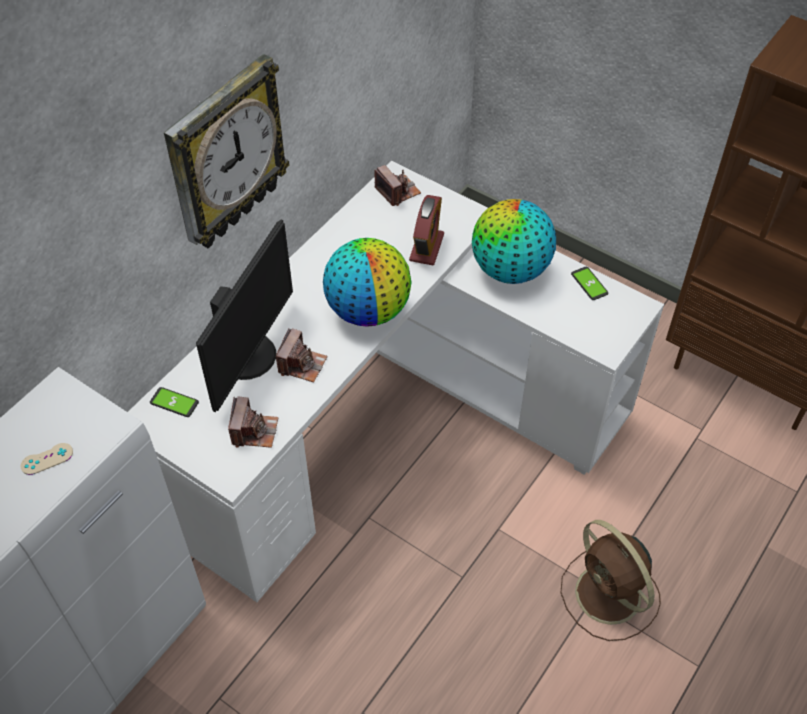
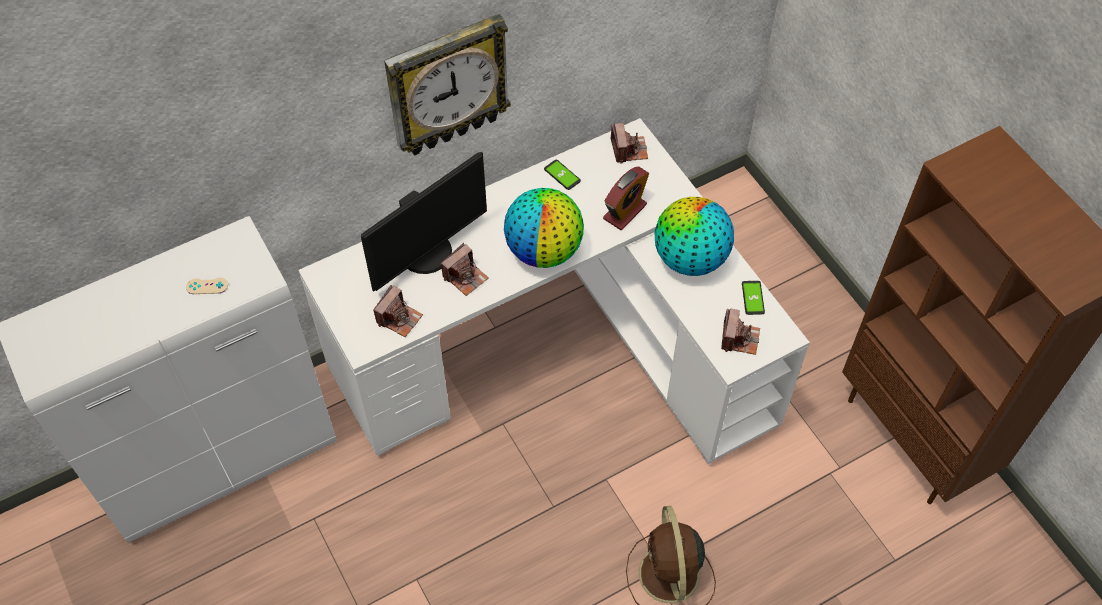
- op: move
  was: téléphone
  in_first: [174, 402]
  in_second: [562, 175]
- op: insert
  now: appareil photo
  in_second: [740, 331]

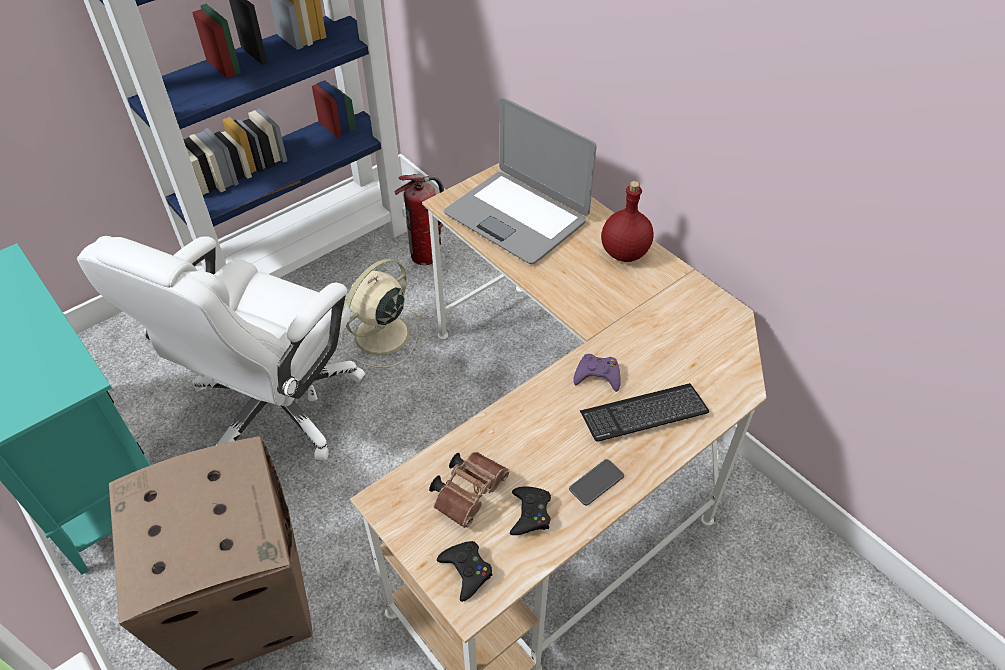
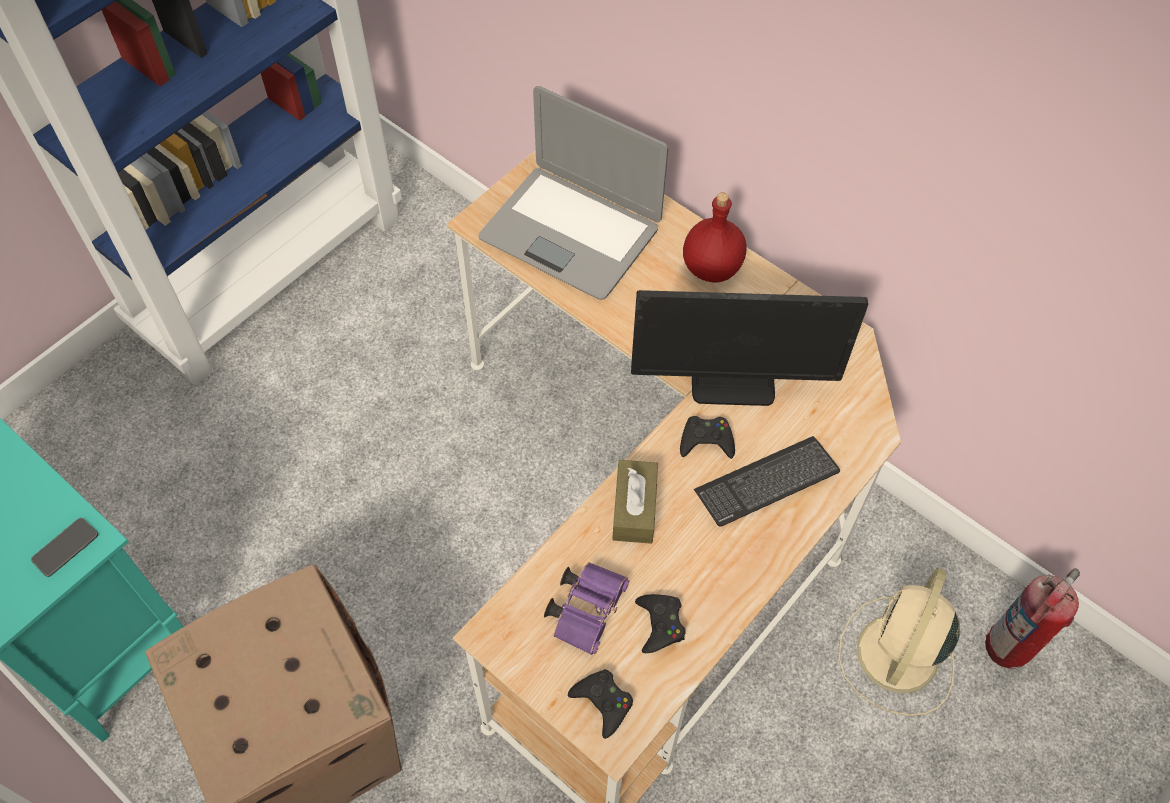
- op: delete
  was: chaise de bureau [blanc]
  in_first: [221, 348]
- op: move
  was: ventilateur [beige]
  in_first: [380, 313]
  in_second: [899, 642]
- op: move
  was: extincteur
  in_first: [419, 219]
  in_second: [1032, 618]
- op: recolor
  was: jumelles [marron]
  now: jumelles [violet]
  in_first: [469, 490]
  in_second: [586, 608]
- op: move
  was: téléphone
  in_first: [596, 482]
  in_second: [64, 547]
- op: recolor
  was: manette [violet]
  now: manette [noir]
  in_first: [597, 373]
  in_second: [707, 437]
- op: insert
  now: boîte à mouchoirs [marron]
  in_second: [635, 502]
- op: insert
  now: écran d'ordinateur
  in_second: [749, 348]

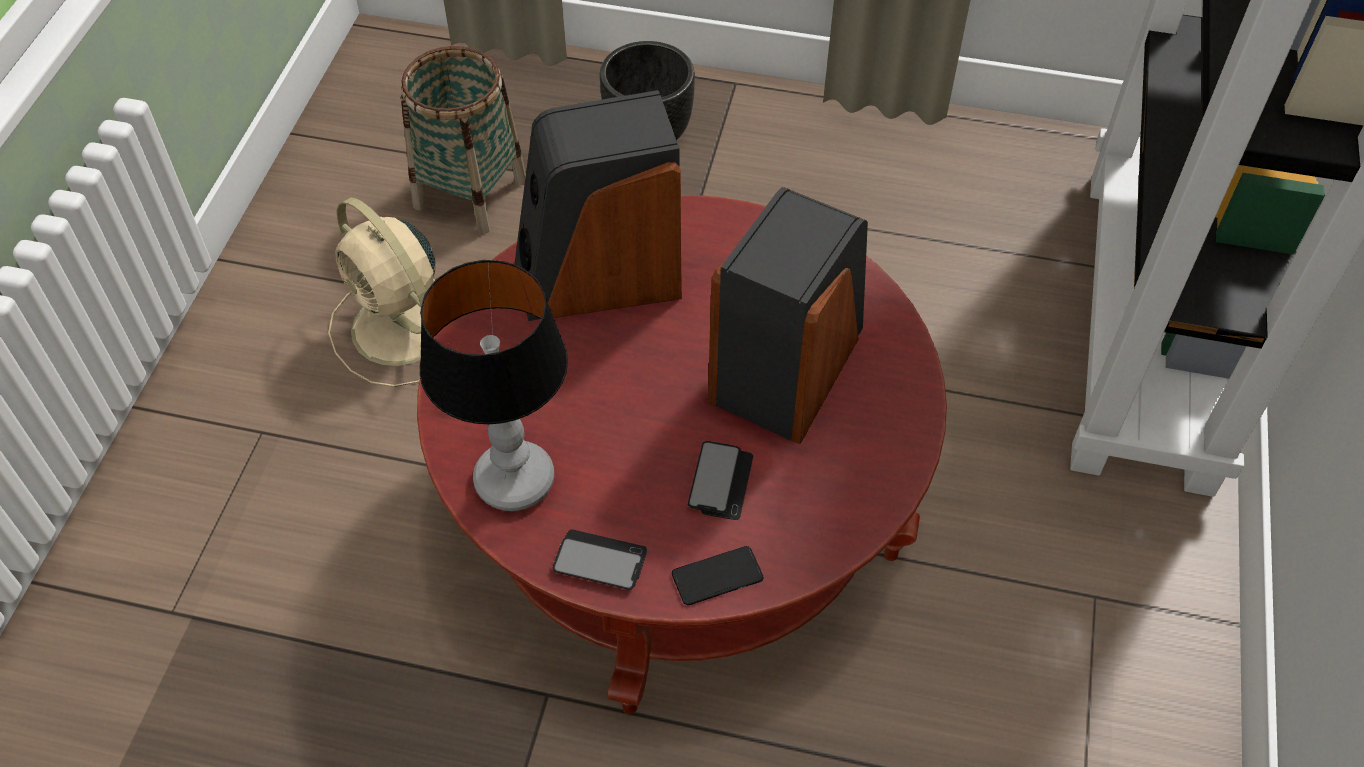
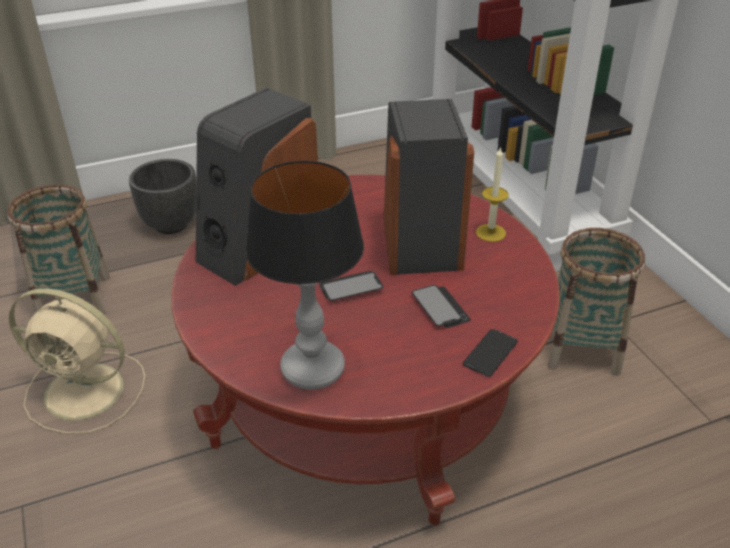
- op: move
  was: téléphone
  in_first: [600, 559]
  in_second: [351, 286]
- op: insert
  now: bougie
  in_second: [492, 194]
- op: insert
  now: panier
  in_second: [596, 302]

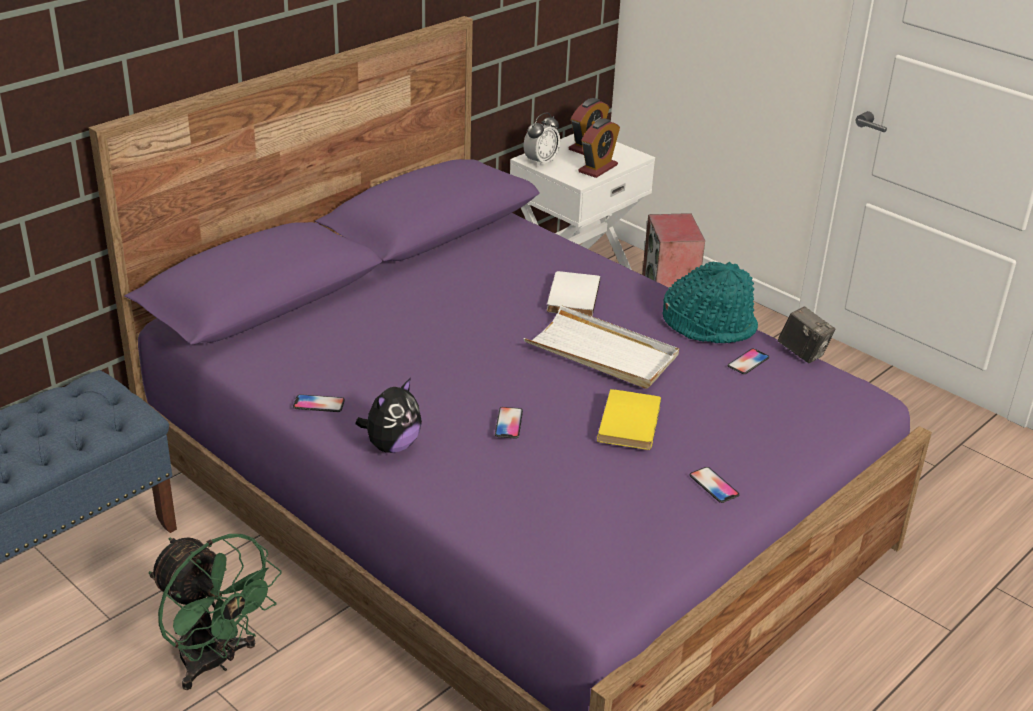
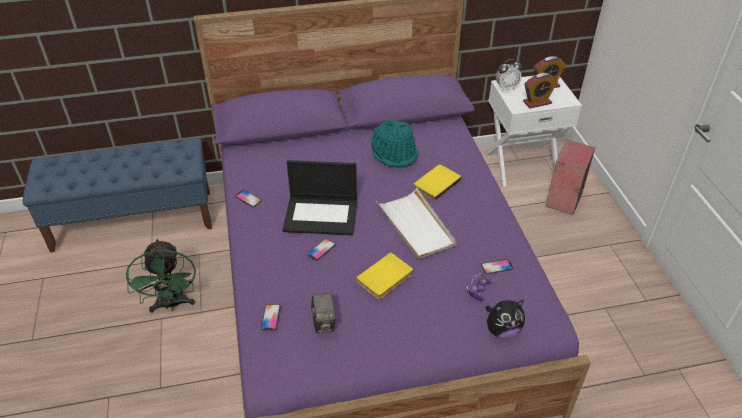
- op: move
  was: peluche
  in_first: [388, 415]
  in_second: [505, 319]
- op: recolor
  was: livre [blanc]
  now: livre [jaune]
  in_first: [573, 294]
  in_second: [437, 183]
- op: move
  was: chapeau [turquoise]
  in_first: [710, 302]
  in_second: [395, 143]
- op: move
  was: téléphone
  in_first: [714, 485]
  in_second: [271, 317]
- op: move
  was: appareil photo
  in_first: [806, 335]
  in_second: [323, 313]
- op: insert
  now: ordinateur portable
  in_second: [320, 197]
- op: insert
  now: manette
  in_second: [479, 287]

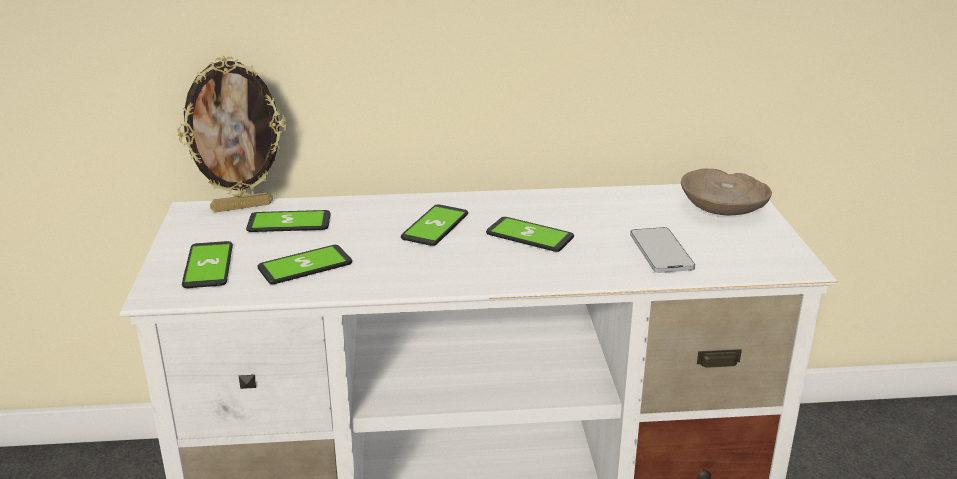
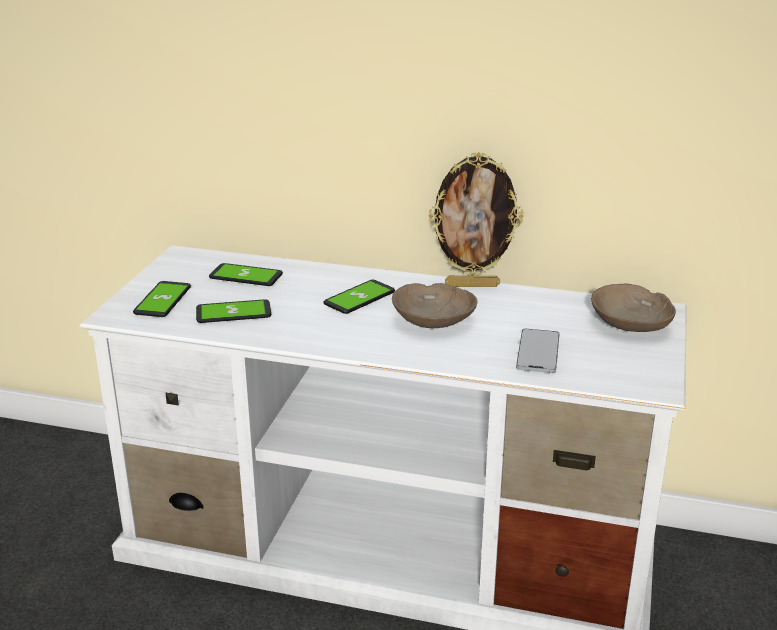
- op: move
  was: cadre photo
  in_first: [232, 134]
  in_second: [476, 219]
- op: replace
  was: téléphone
  now: bol [beige]
  in_first: [530, 234]
  in_second: [434, 305]

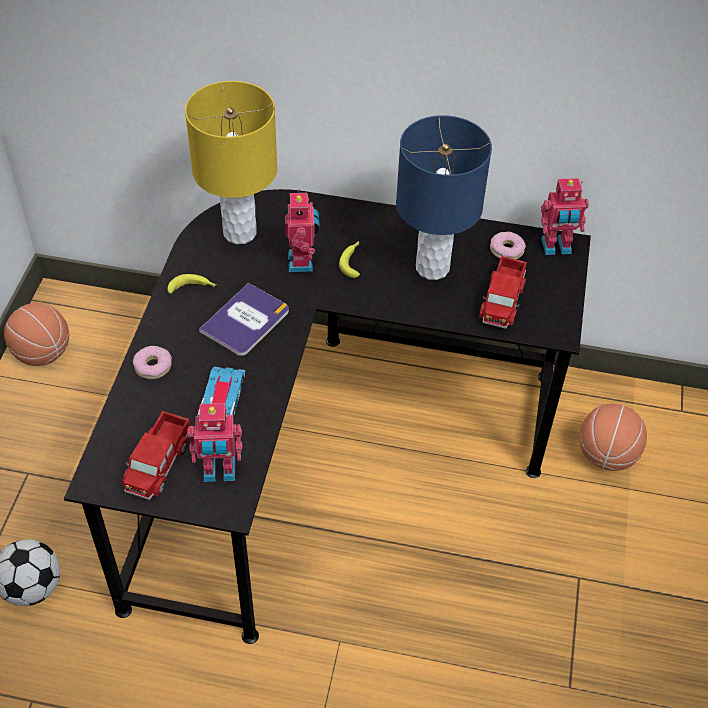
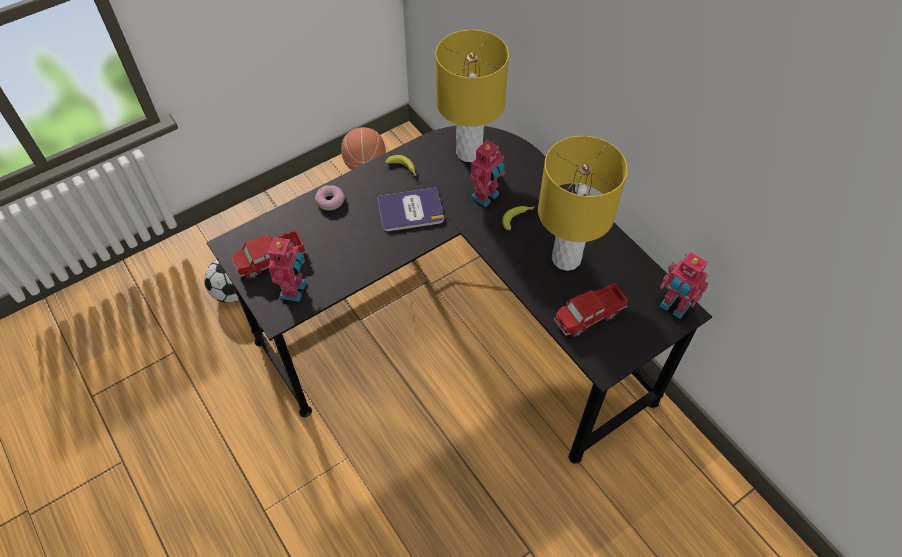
- op: rotate
  was: robot jouet
  in_first: [215, 442]
  in_second: [287, 268]
  clockwise: -120
- op: delete
  was: petite voiture
  in_first: [221, 392]
- op: recolor
  was: lampe de table [bleu]
  now: lampe de table [jaune]
  in_first: [444, 197]
  in_second: [583, 203]
- op: delete
  was: beignet
  in_first: [508, 246]
- op: delete
  was: ballon de basket
  in_first: [613, 437]

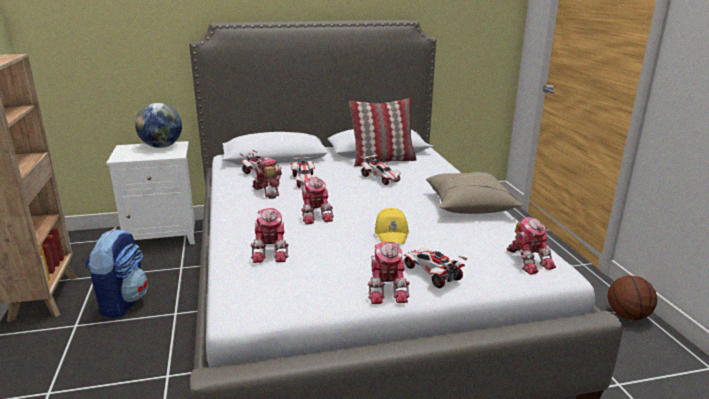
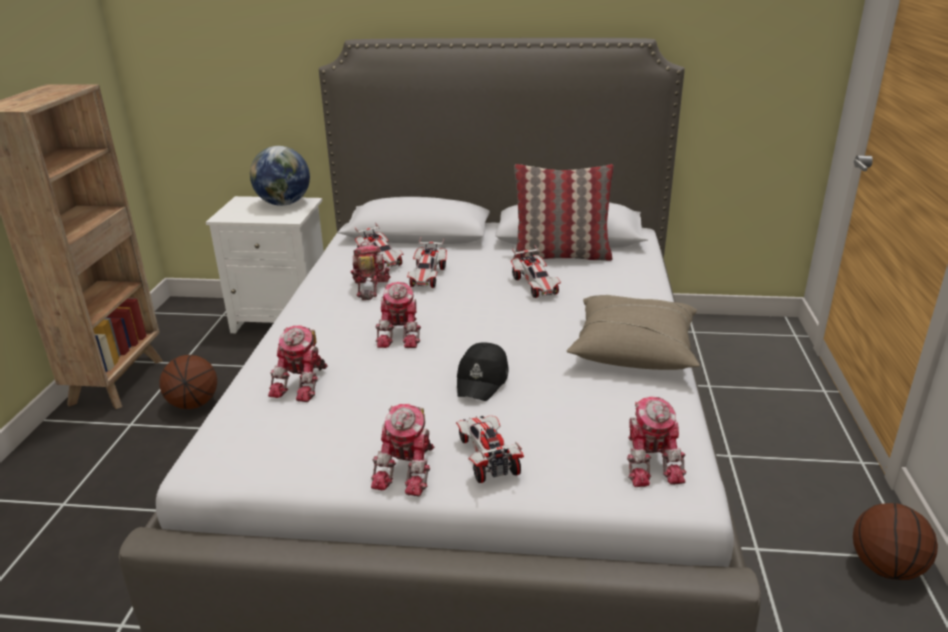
- op: replace
  was: sac à dos
  now: ballon de basket
  in_first: [117, 273]
  in_second: [188, 382]
- op: recolor
  was: casquette [jaune]
  now: casquette [noir]
  in_first: [392, 226]
  in_second: [483, 372]

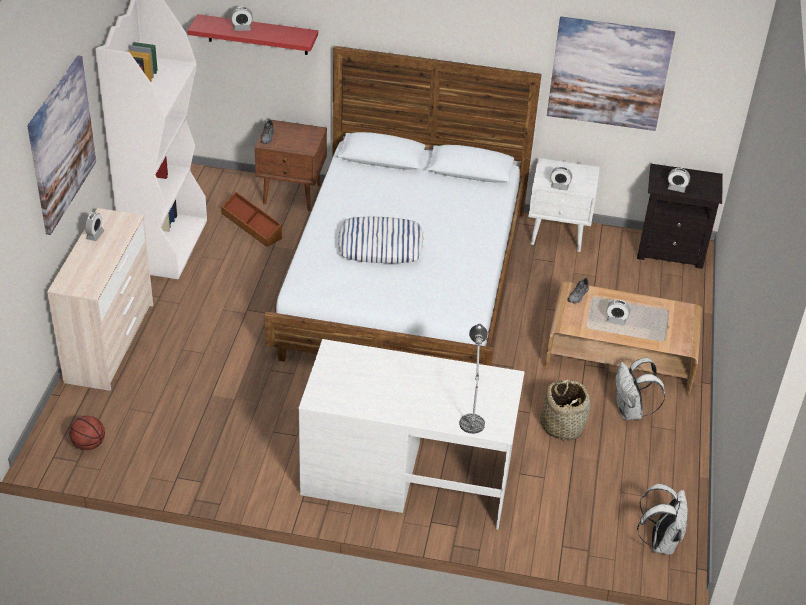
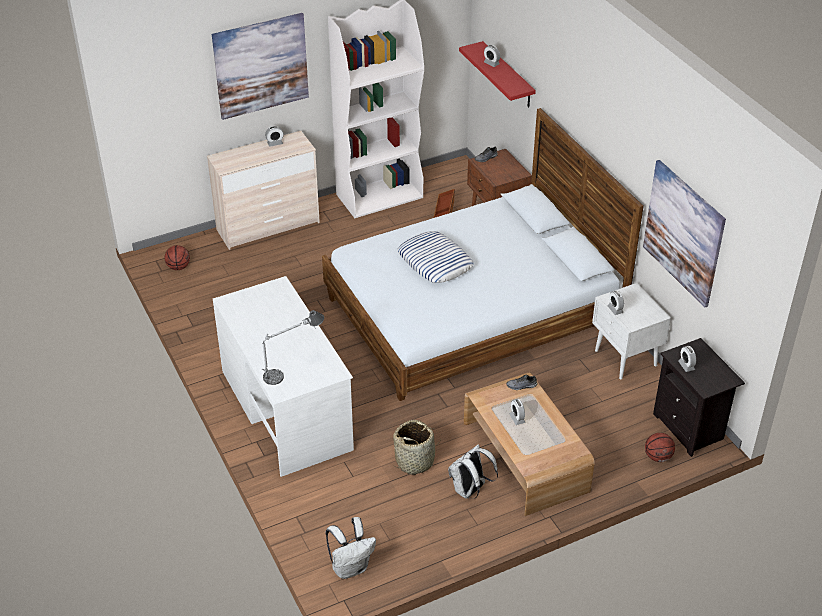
- op: insert
  now: ballon de basket
  in_second: [660, 447]

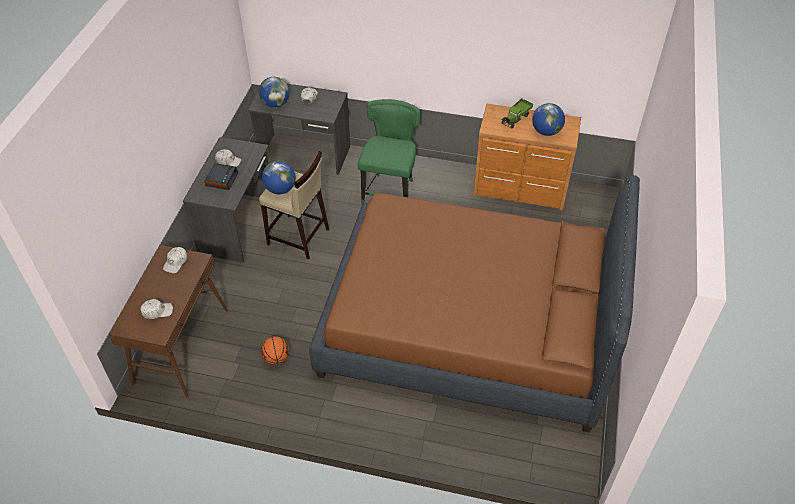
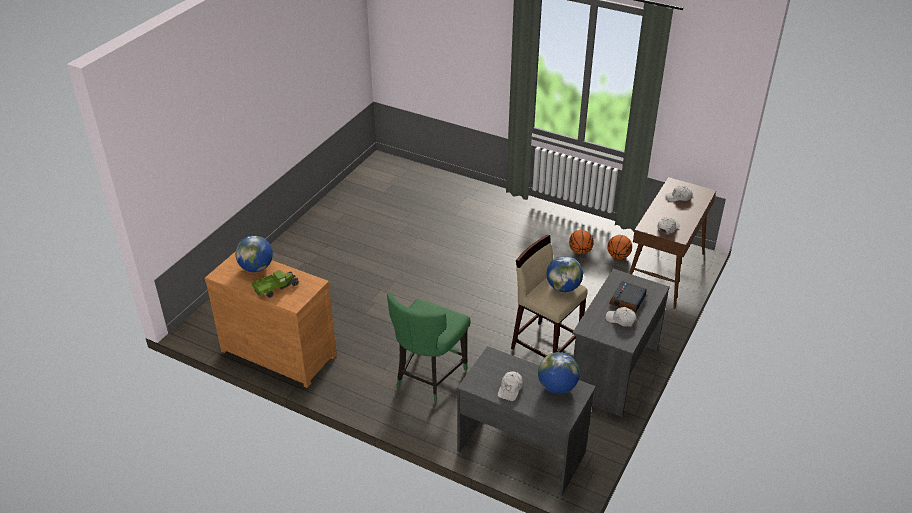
- op: delete
  was: lit [marron]
  in_first: [474, 303]
- op: insert
  now: ballon de basket
  in_second: [619, 247]

